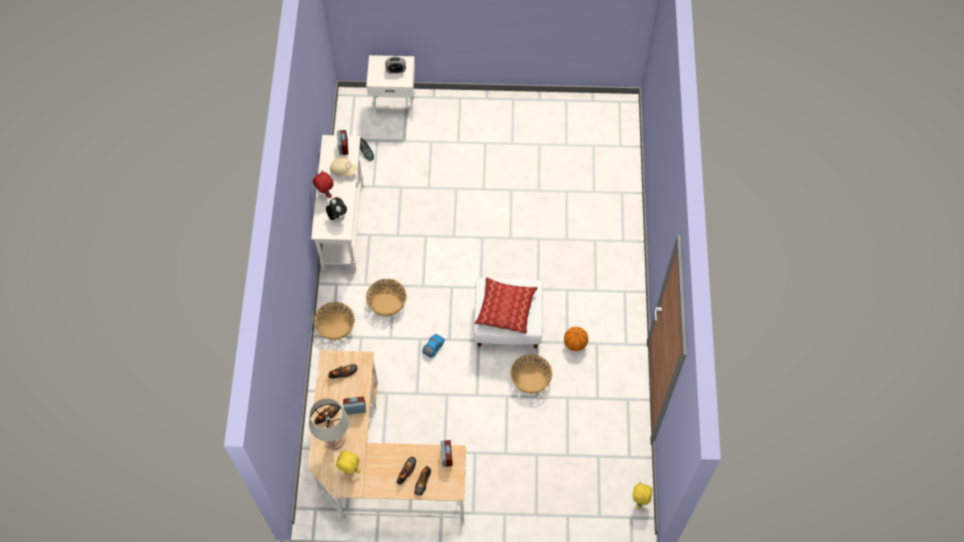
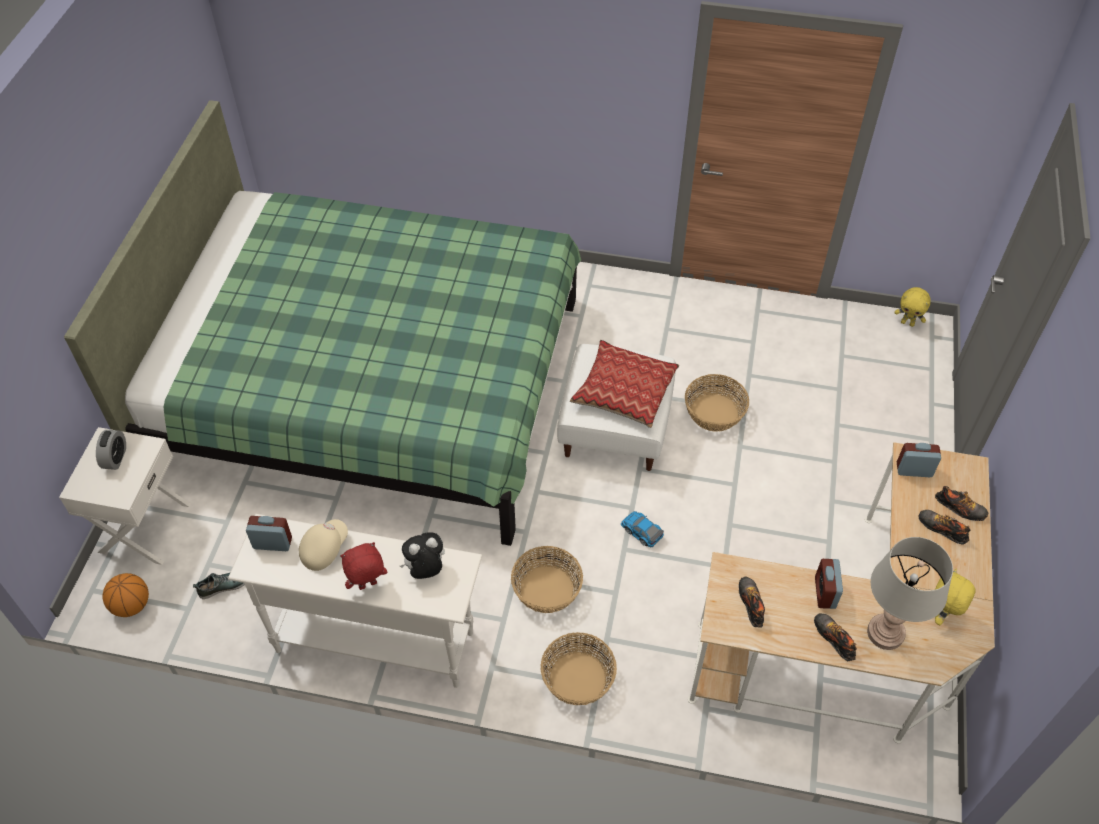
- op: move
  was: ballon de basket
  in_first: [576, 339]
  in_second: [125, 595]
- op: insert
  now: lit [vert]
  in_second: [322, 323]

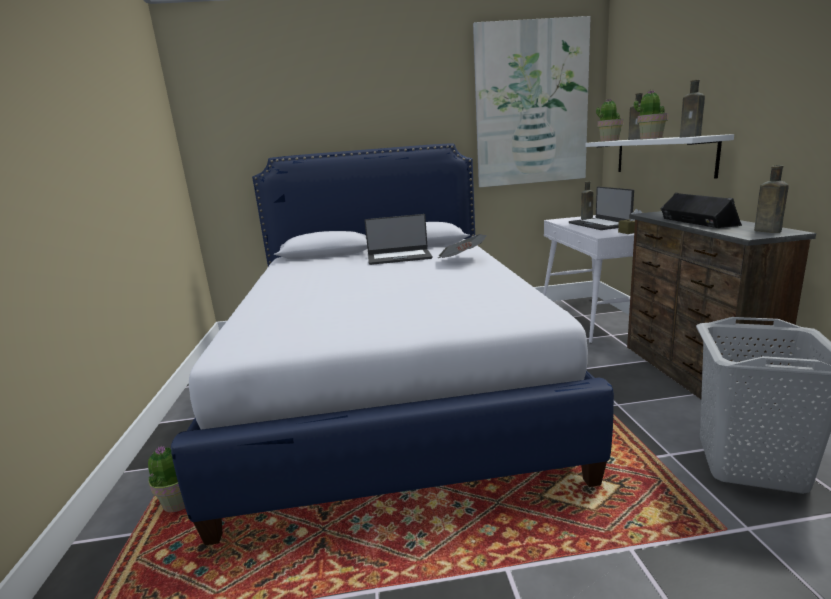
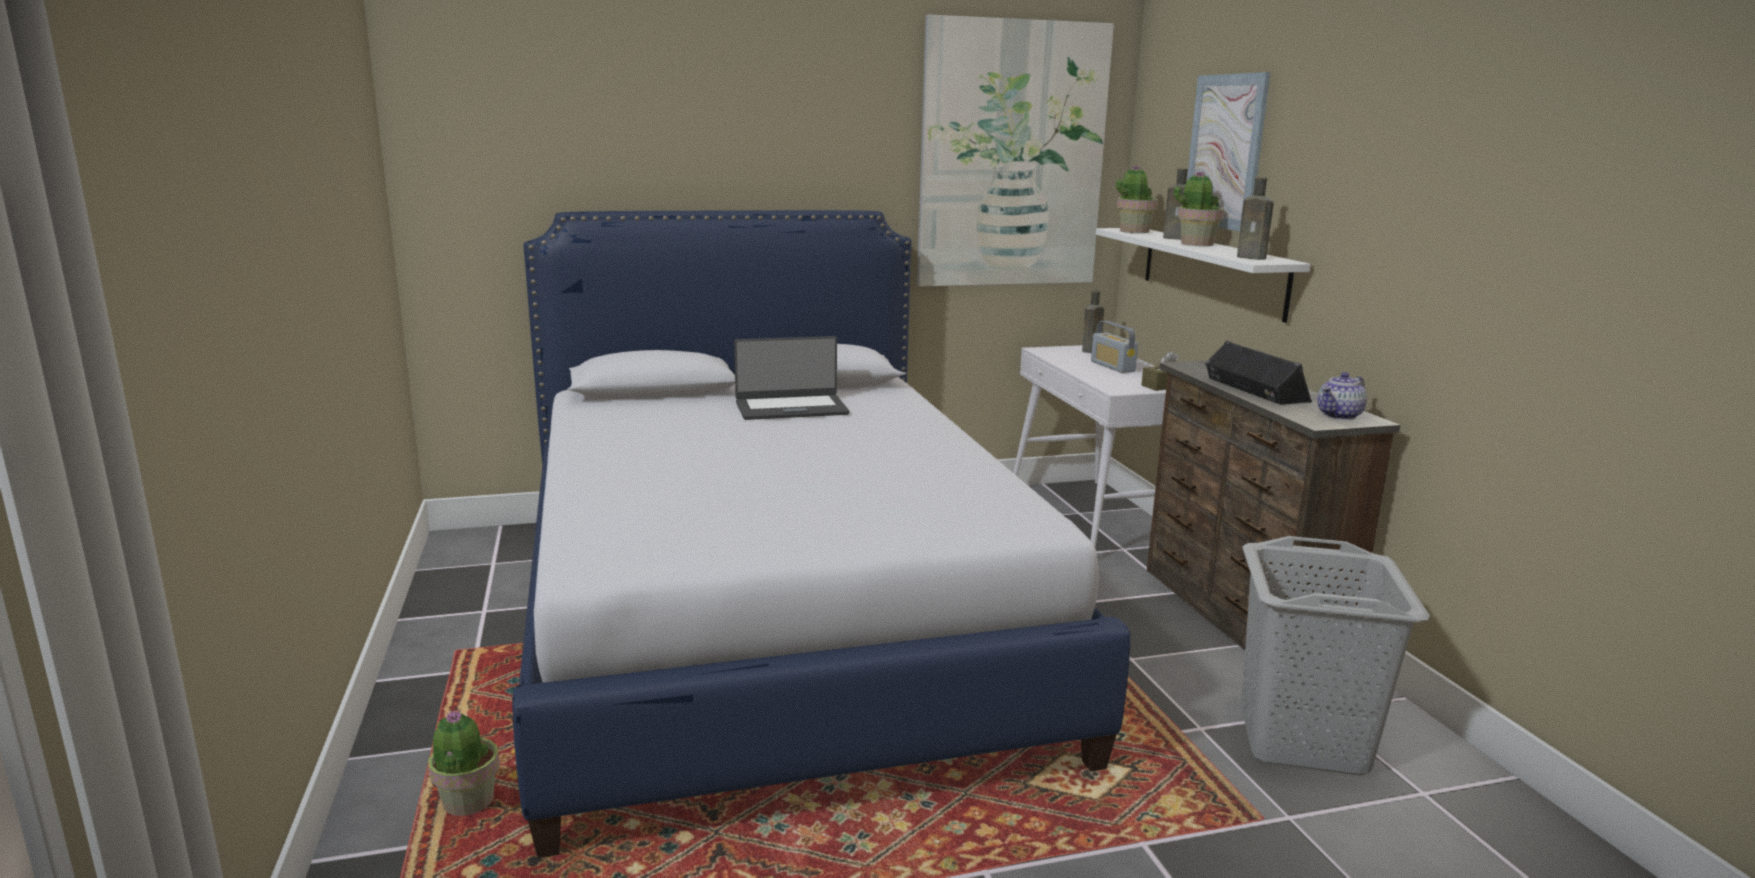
- op: delete
  was: journal
  in_first: [462, 246]
- op: replace
  was: ordinateur portable
  now: radio
  in_first: [601, 208]
  in_second: [1114, 347]
- op: replace
  was: bouteille [marron]
  now: théière
  in_first: [771, 199]
  in_second: [1342, 396]
- op: insert
  now: tableau
  in_second: [1228, 151]

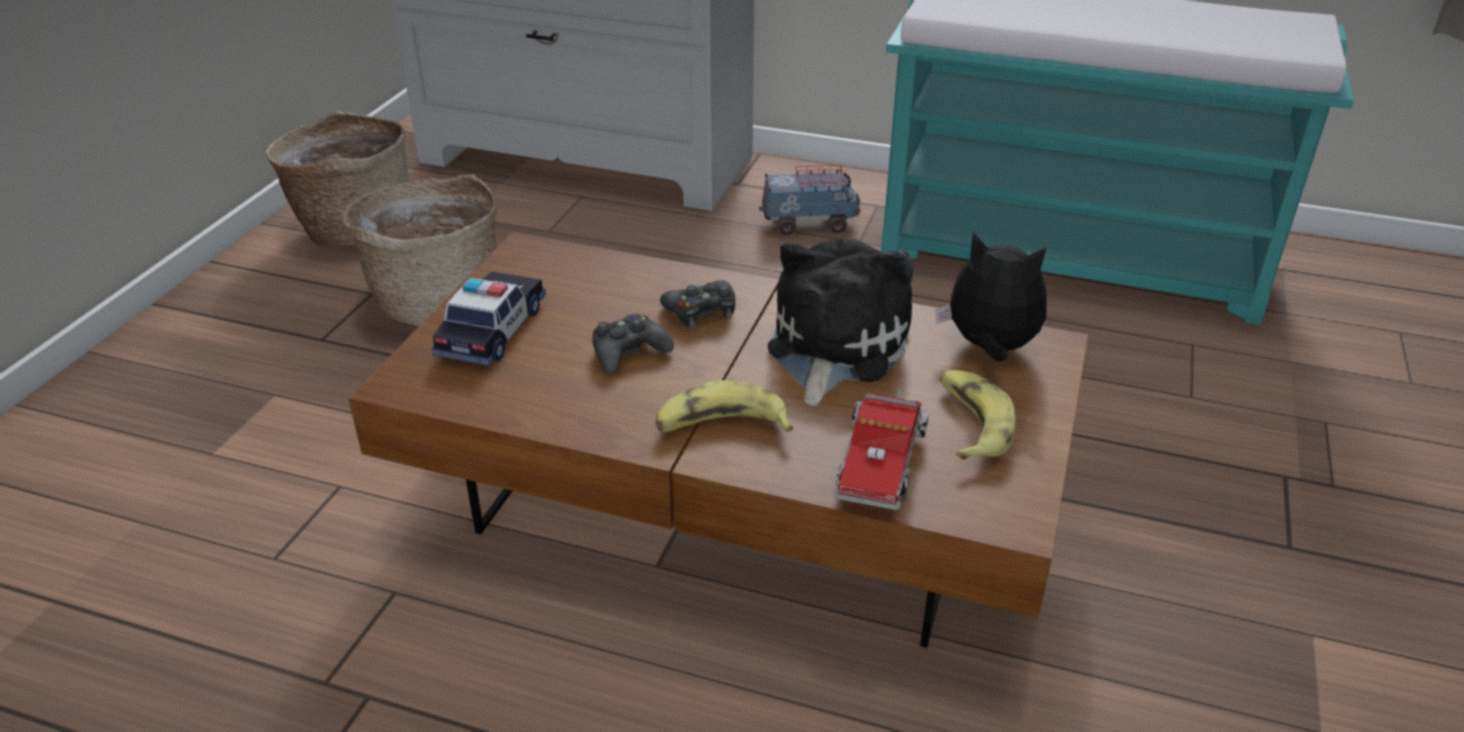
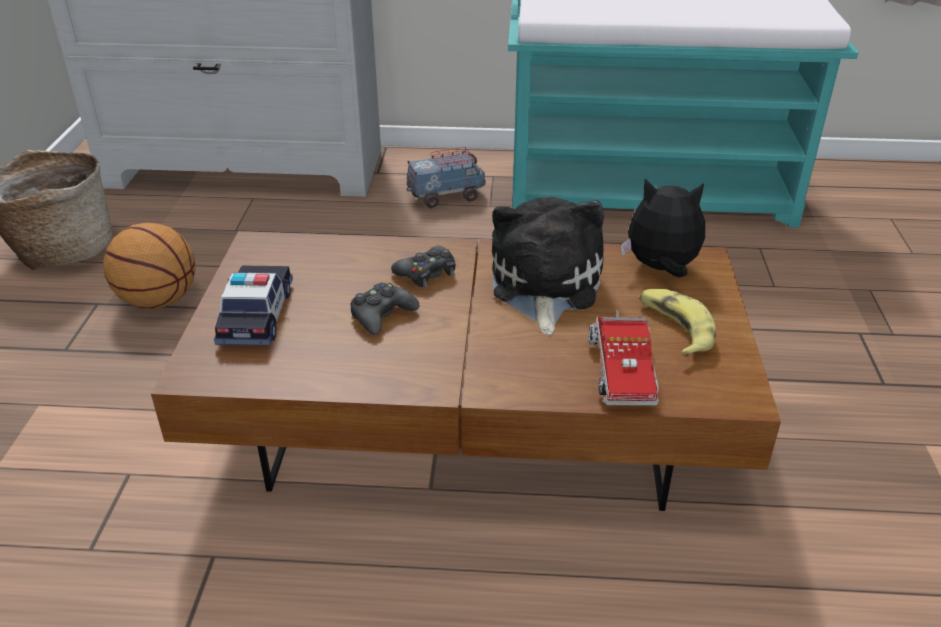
- op: replace
  was: panier
  now: ballon de basket
  in_first: [420, 250]
  in_second: [149, 266]
- op: delete
  was: banane
  in_first: [724, 406]

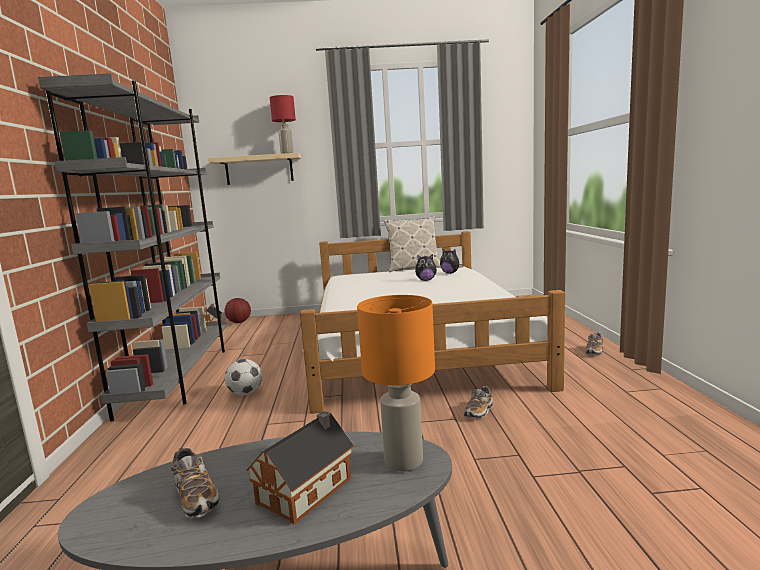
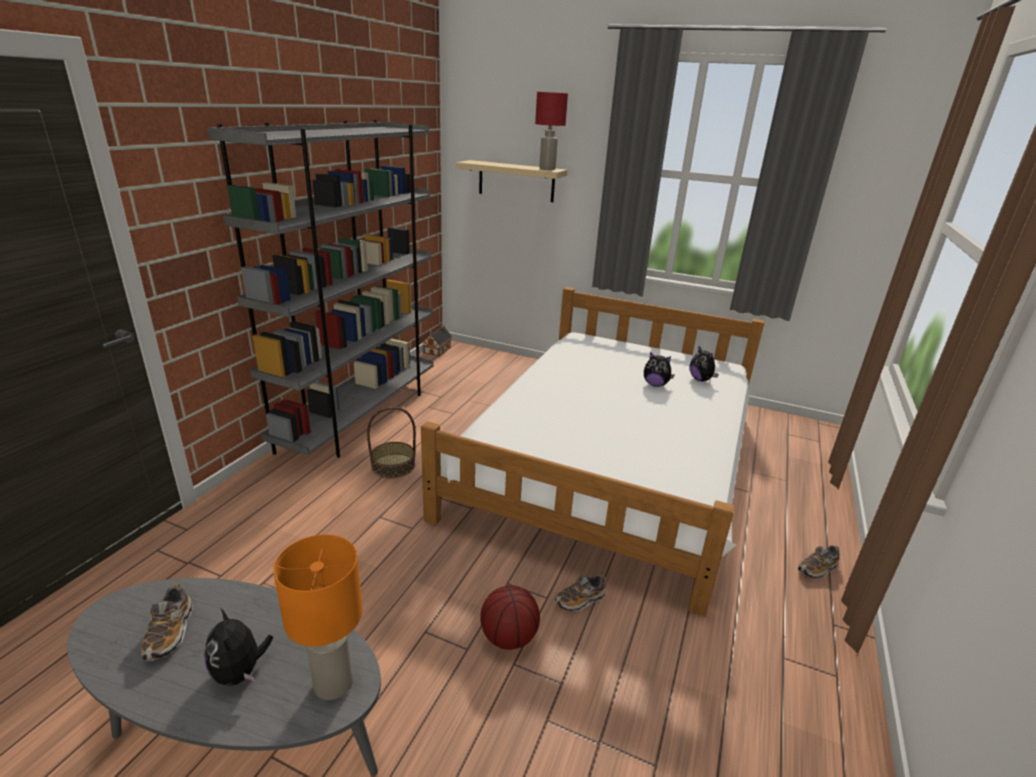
- op: move
  was: ballon de basket
  in_first: [238, 310]
  in_second: [510, 617]
- op: replace
  was: ballon de foot
  now: panier
  in_first: [243, 377]
  in_second: [391, 442]
- op: replace
  was: maison miniature
  now: peluche
  in_first: [300, 467]
  in_second: [238, 647]
- op: delete
  was: coussin
  in_first: [412, 244]

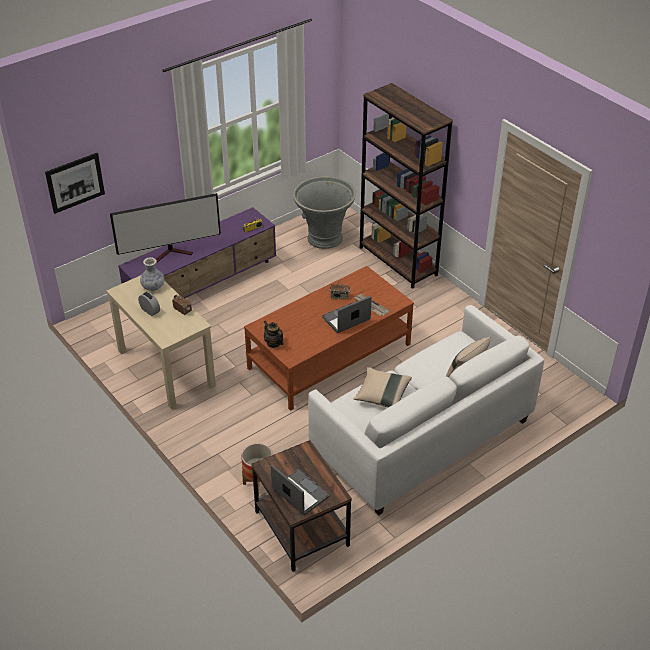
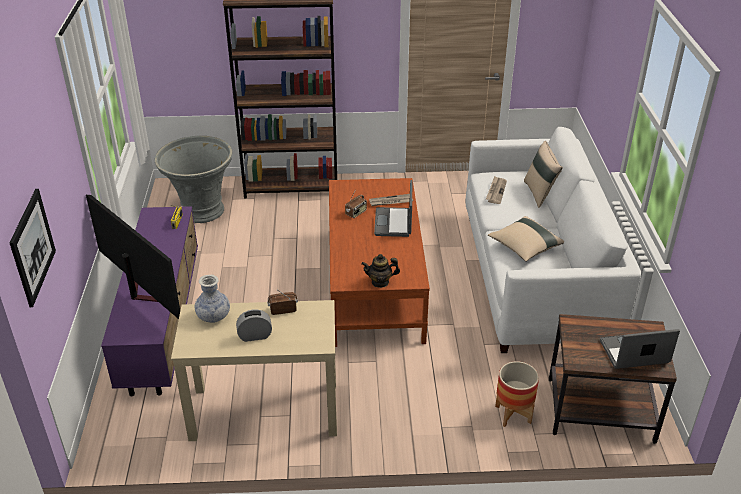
- op: rotate
  was: téléviseur
  in_first: [165, 227]
  in_second: [133, 257]
  clockwise: -60
- op: insert
  now: journal
  in_second: [496, 190]

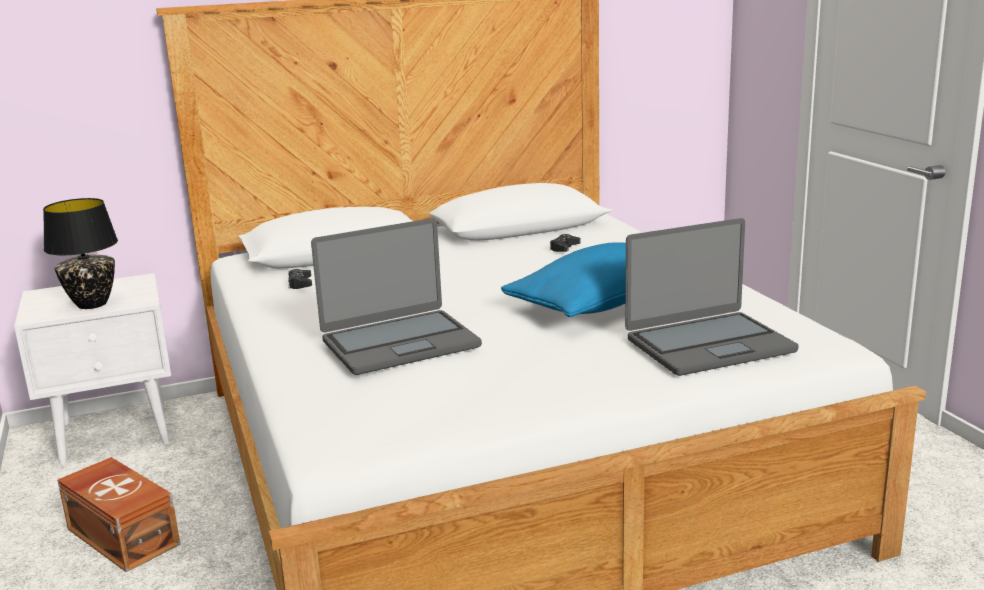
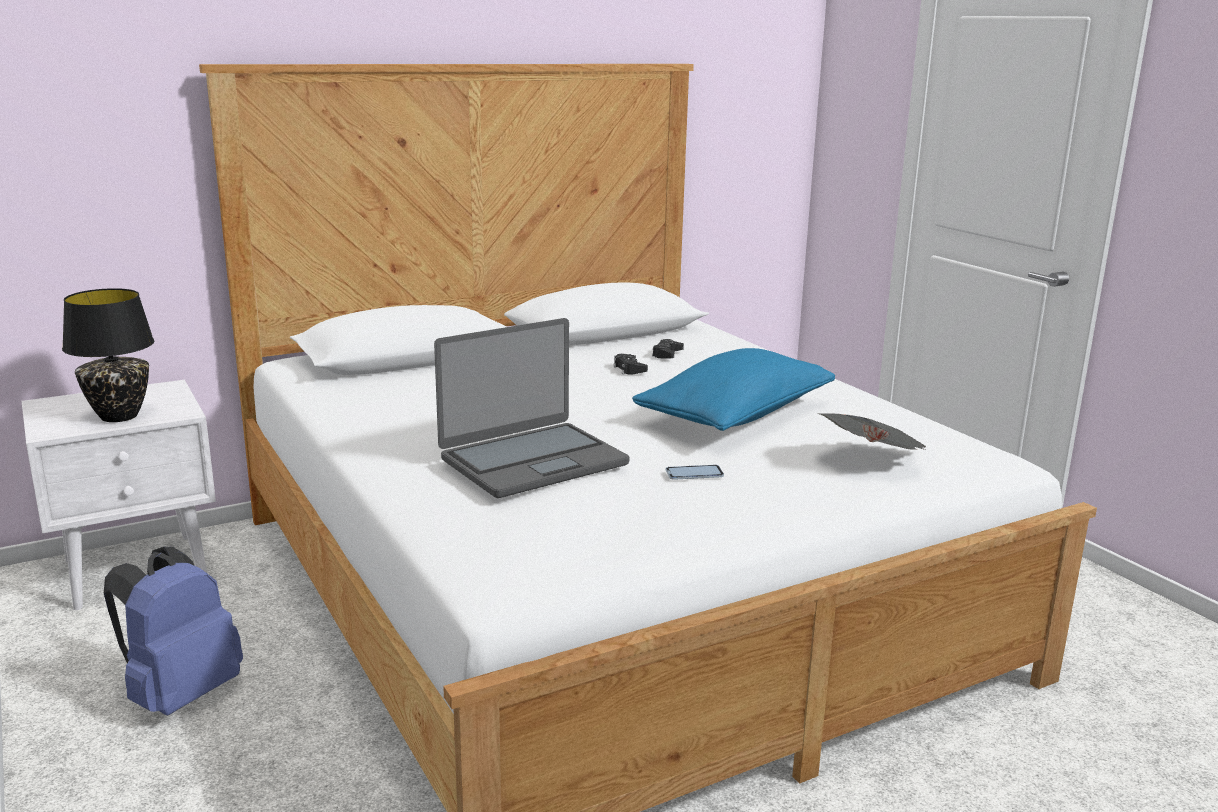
- op: replace
  was: boîte de rangement [marron]
  now: sac à dos [bleu]
  in_first: [118, 514]
  in_second: [173, 631]
- op: move
  was: manette [noir]
  in_first: [300, 279]
  in_second: [630, 364]
- op: replace
  was: ordinateur portable
  now: journal
  in_first: [712, 297]
  in_second: [872, 431]
- op: insert
  now: téléphone
  in_second: [695, 472]

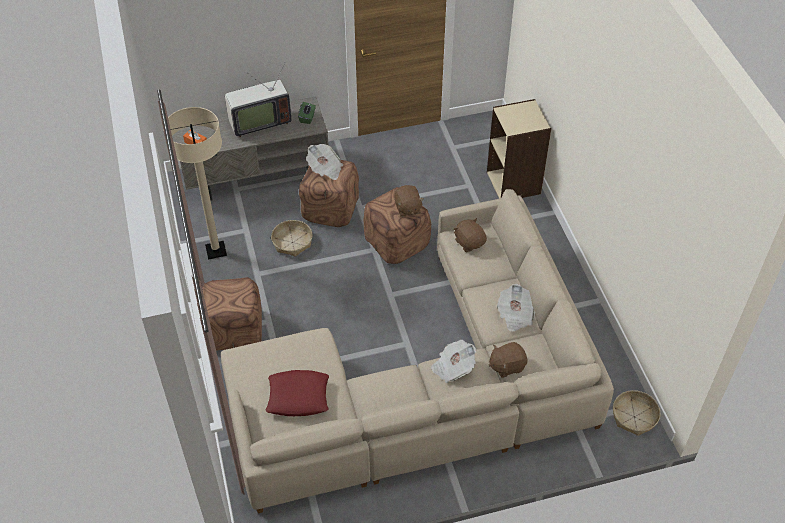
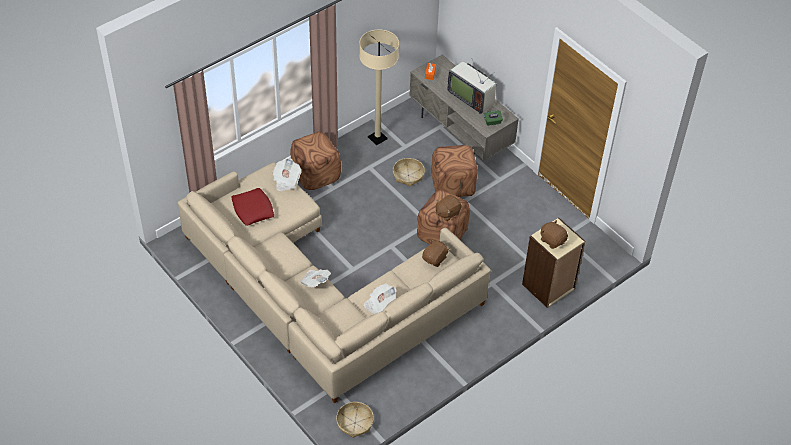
- op: move
  was: journal
  in_first: [324, 162]
  in_second: [286, 174]
- op: move
  was: peluche [marron]
  in_first: [508, 360]
  in_second: [554, 234]

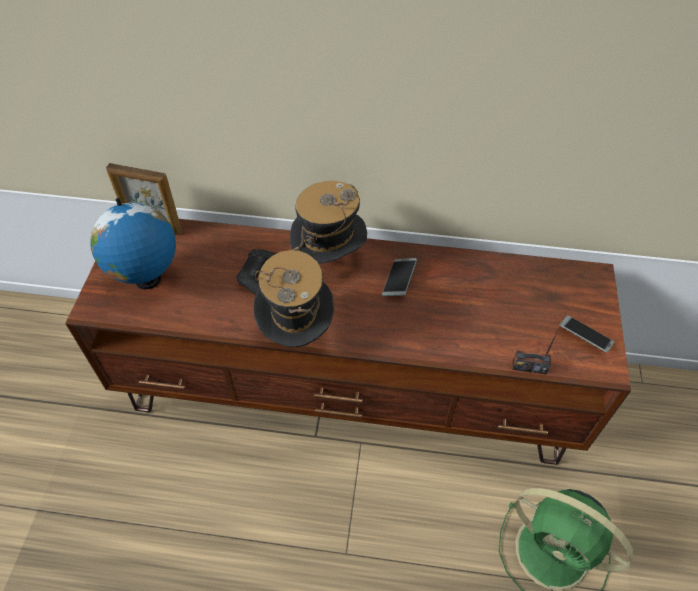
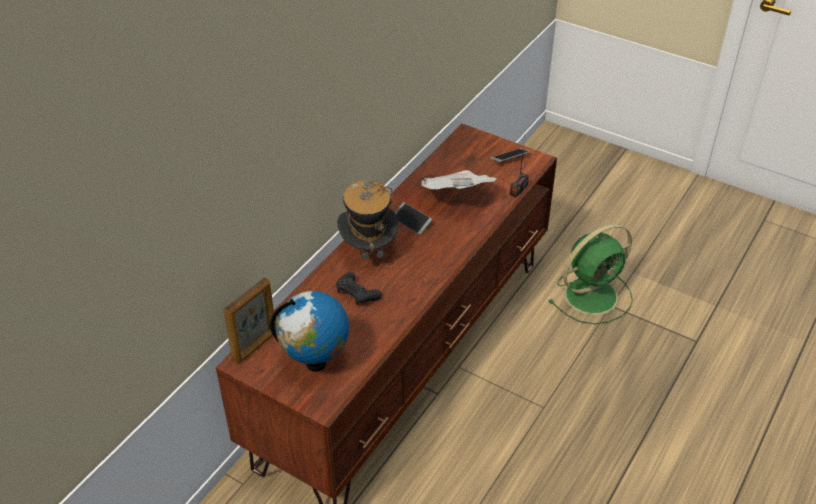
- op: delete
  was: chapeau
  in_first: [294, 298]
- op: insert
  now: journal
  in_second: [459, 179]

